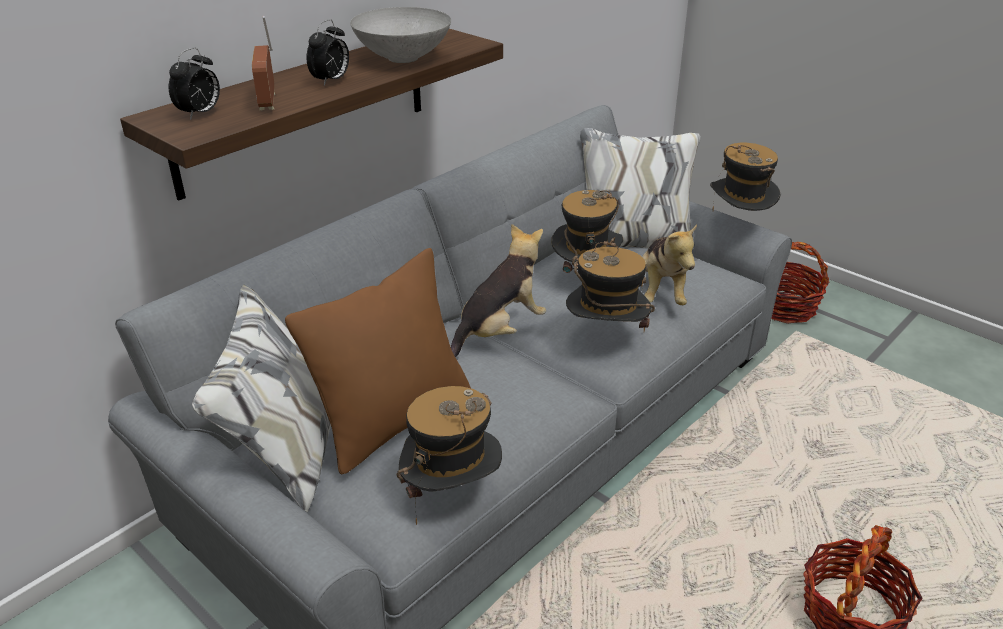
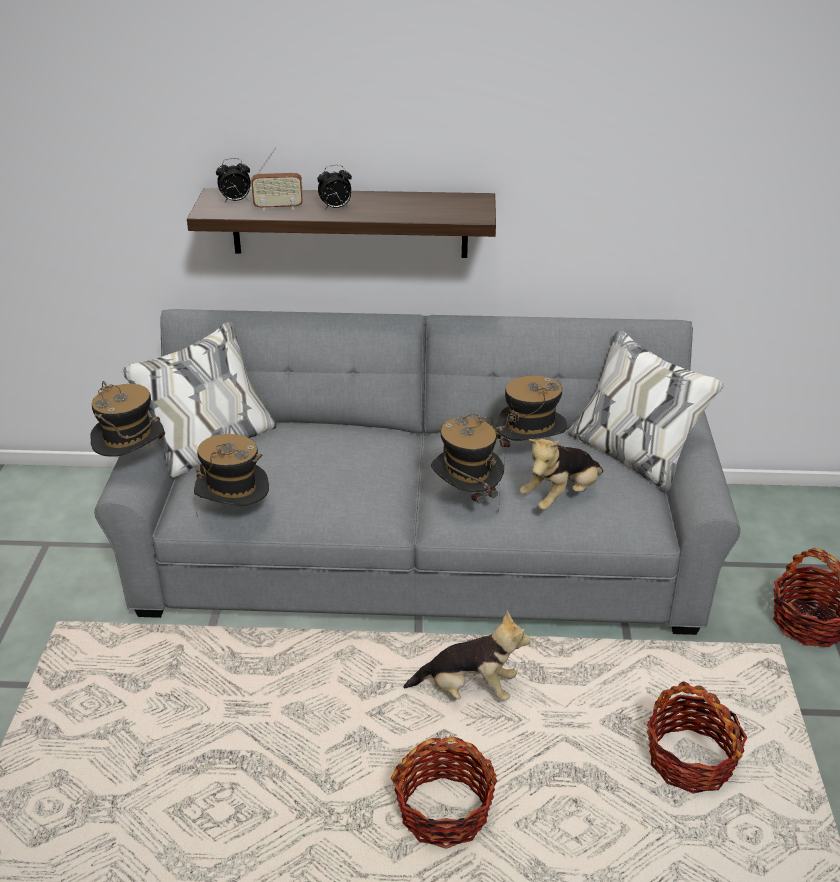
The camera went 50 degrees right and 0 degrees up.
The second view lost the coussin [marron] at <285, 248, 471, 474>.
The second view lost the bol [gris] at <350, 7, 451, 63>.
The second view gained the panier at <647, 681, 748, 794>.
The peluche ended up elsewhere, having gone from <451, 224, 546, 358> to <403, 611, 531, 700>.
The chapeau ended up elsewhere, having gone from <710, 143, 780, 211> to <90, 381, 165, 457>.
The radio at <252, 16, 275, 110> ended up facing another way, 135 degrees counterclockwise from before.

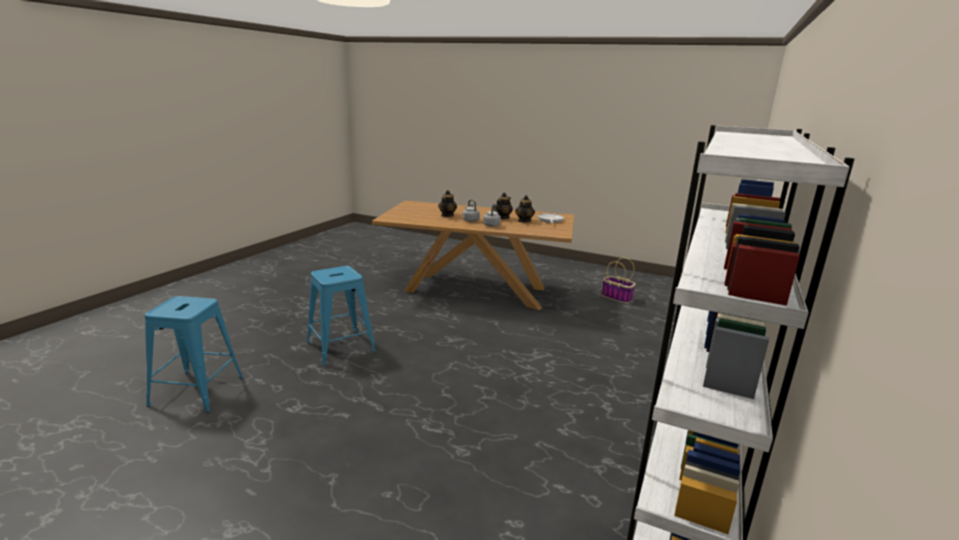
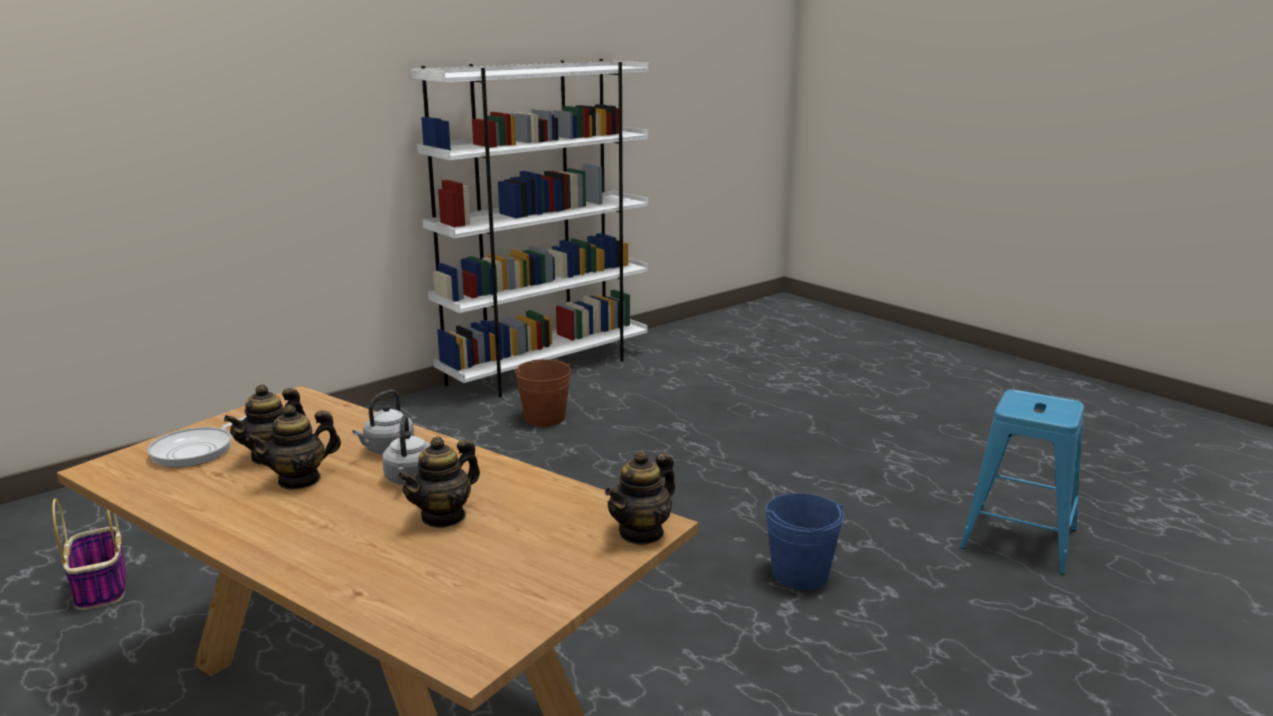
The camera went 155 degrees left and 0 degrees up.
The second view gained the seau [marron] at <515, 359, 571, 427>.
The second view gained the théière at <605, 450, 675, 545>.
Where the tabouret [bleu] stood at <307, 266, 376, 366>, the seau [bleu] came to stand at <765, 493, 844, 590>.

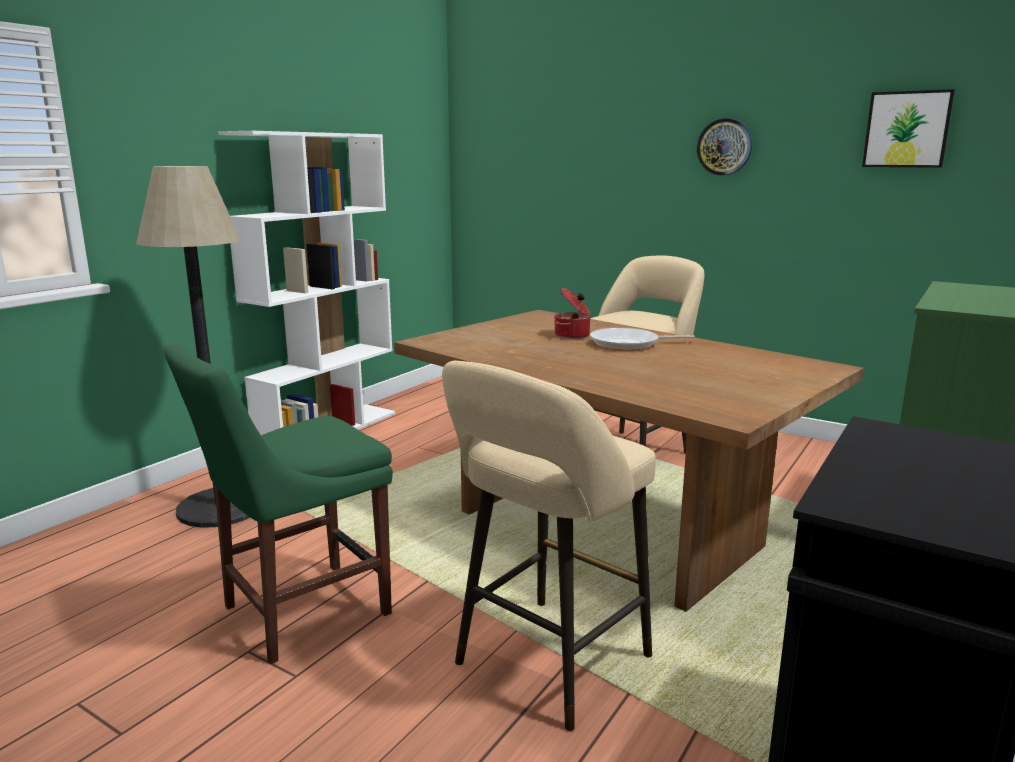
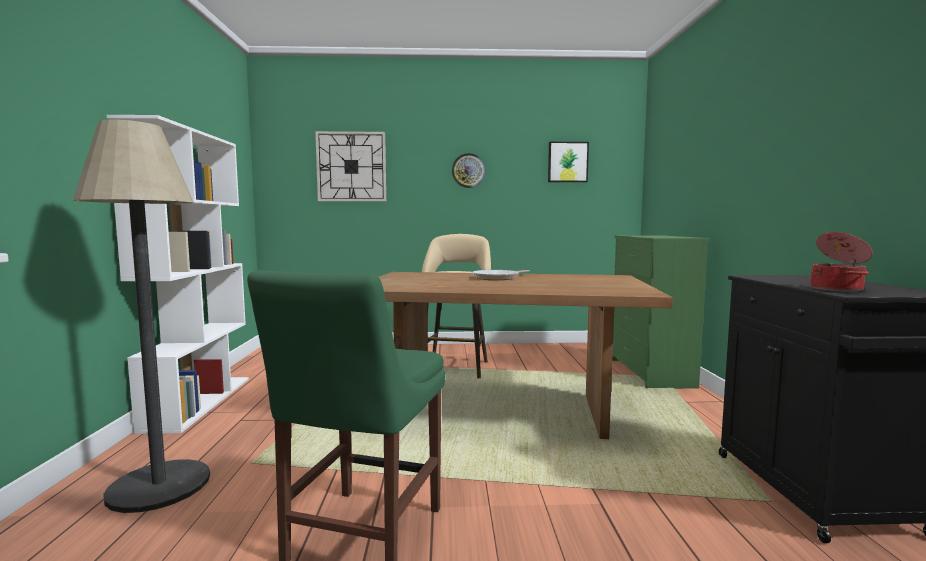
The camera went 35 degrees left and 10 degrees down.
The second view lost the tabouret [beige] at <442, 361, 656, 731>.
The second view gained the horloge murale at <315, 131, 386, 201>.
The marmite ended up elsewhere, having gone from <554, 288, 590, 339> to <811, 232, 873, 292>.

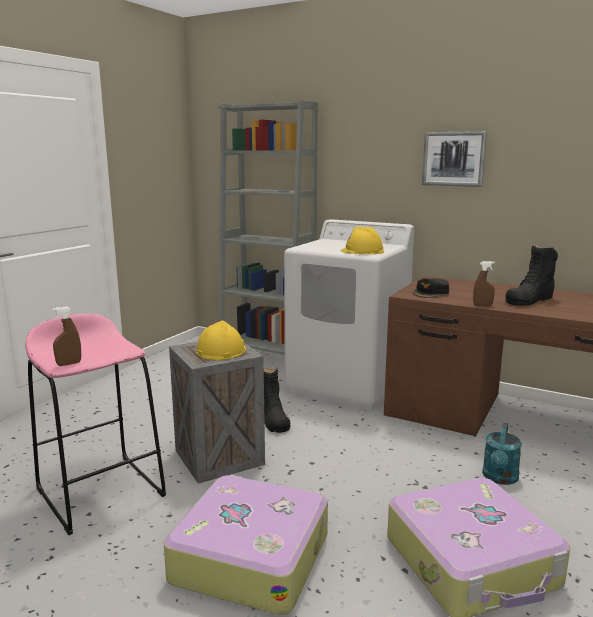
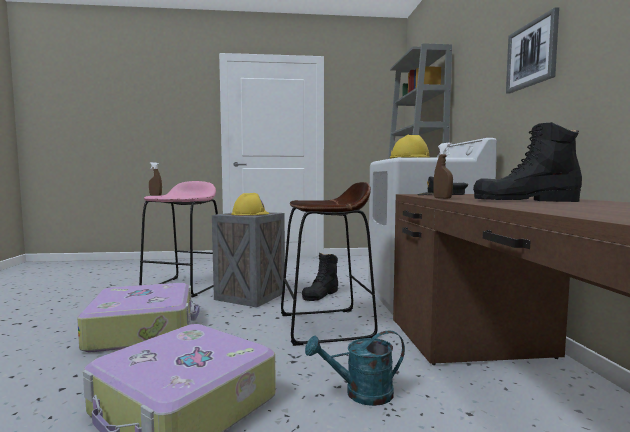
The camera went 55 degrees right and 10 degrees down.
The second view gained the tabouret [marron] at <281, 182, 378, 346>.

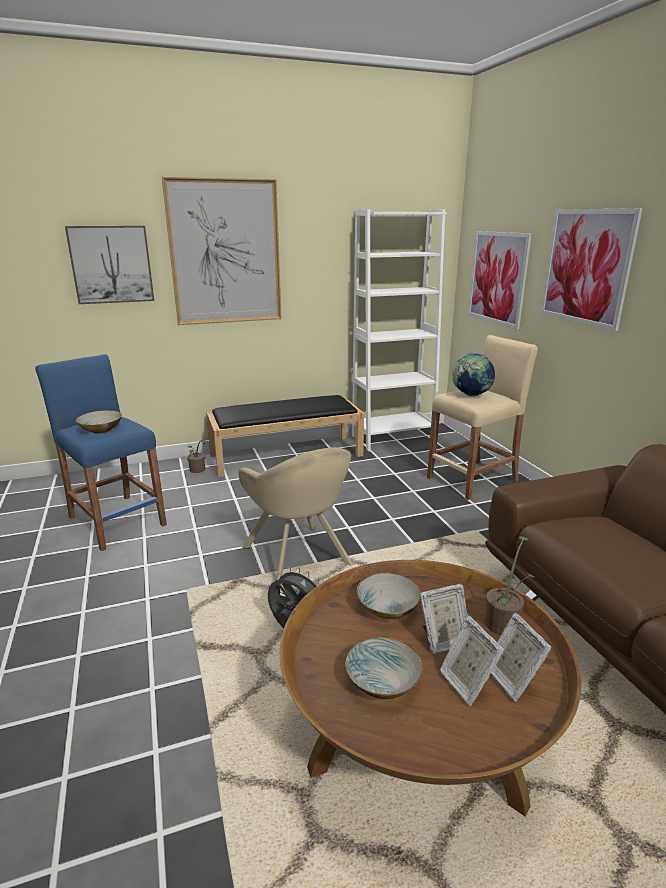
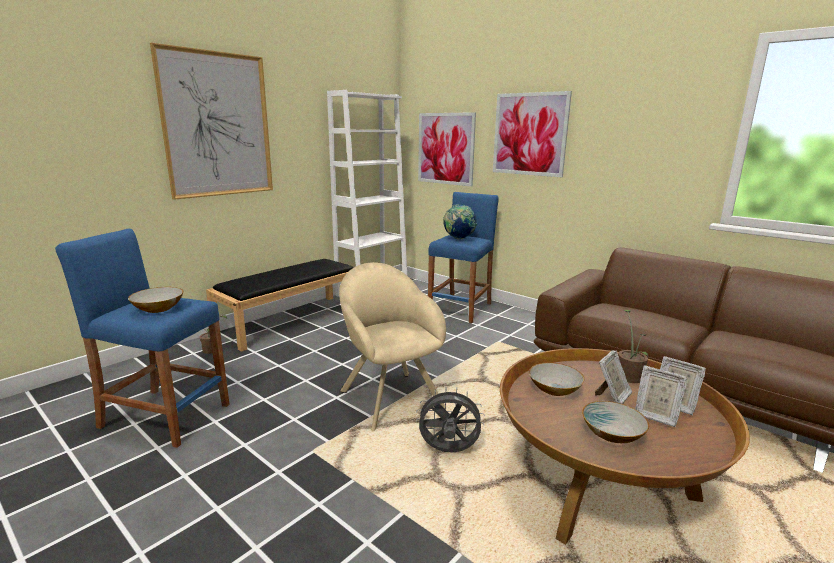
The camera went 30 degrees left and 5 degrees down.
The second view lost the tableau at <65, 226, 154, 304>.
What was the tabouret [beige] at <427, 335, 538, 500> turned into the tabouret [bleu] at <428, 192, 499, 323>.
The fauteuil [beige] at <239, 448, 353, 580> ended up facing another way, 150 degrees counterclockwise from before.

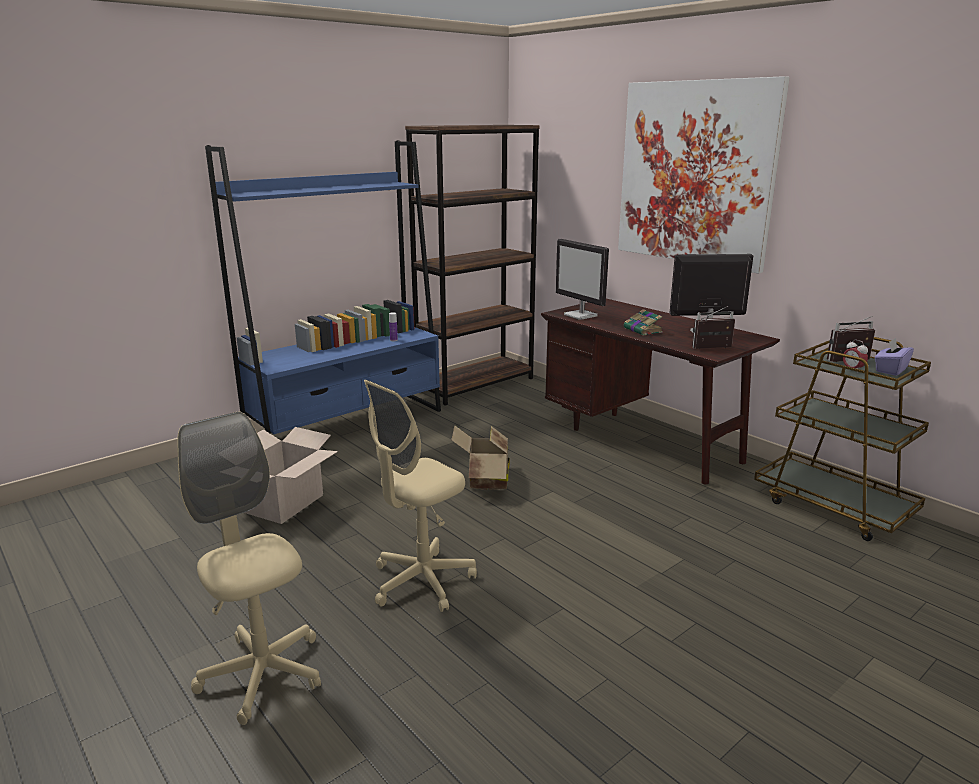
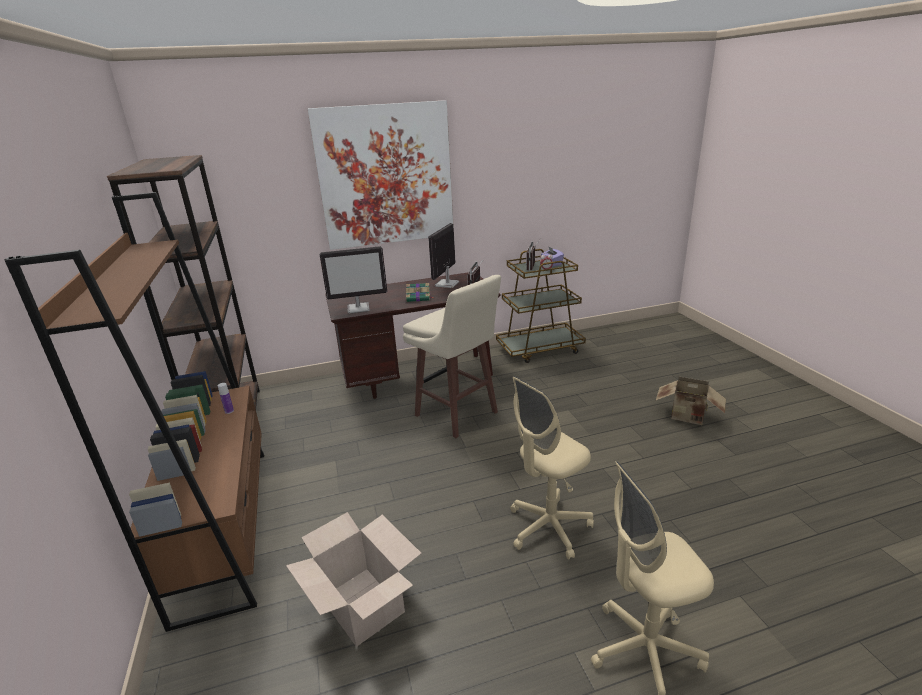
The camera went 65 degrees left and 5 degrees up.
The second view gained the tabouret [beige] at <403, 275, 501, 438>.
The carton ended up elsewhere, having gone from <451, 425, 510, 490> to <656, 376, 726, 425>.
What was the bibliothèque [bleu] at <205, 141, 441, 434> turned into the bibliothèque [marron] at <5, 192, 264, 632>.
The chaise de bureau [beige] at <364, 380, 477, 612> ended up facing another way, 75 degrees clockwise from before.

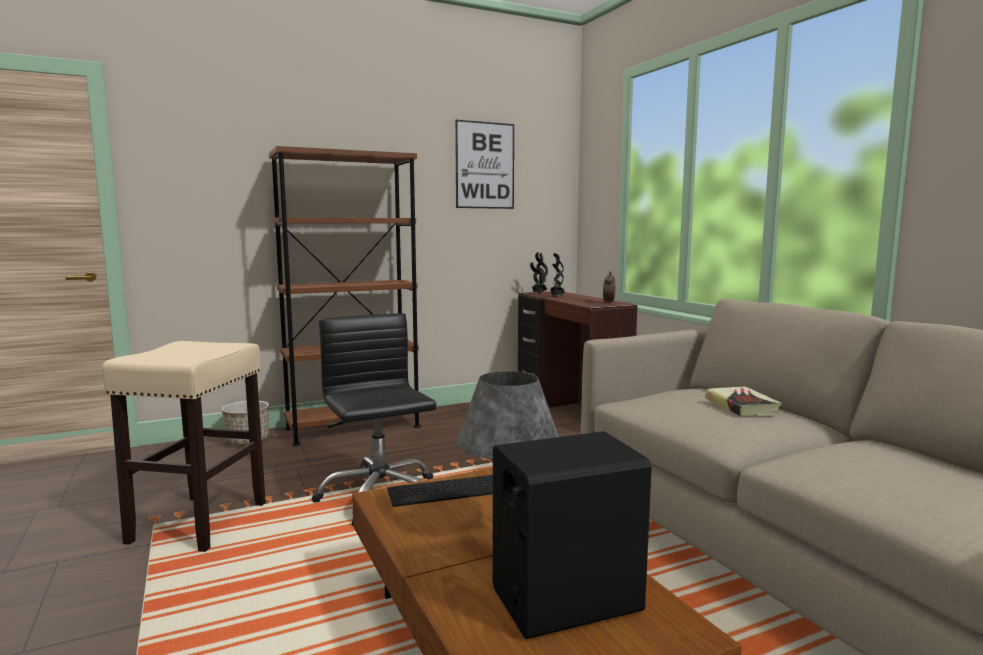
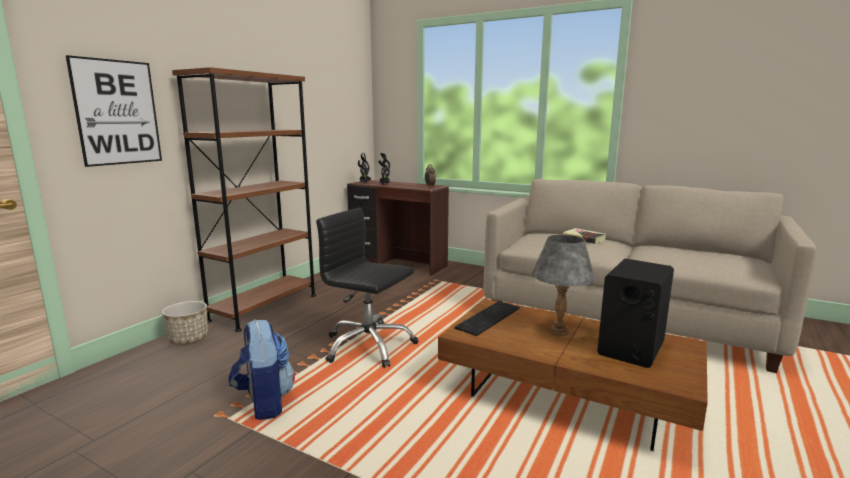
The camera went 35 degrees left and 5 degrees up.
The tableau ended up elsewhere, having gone from <455, 120, 514, 209> to <66, 55, 162, 167>.
Where the tabouret [beige] stood at <102, 341, 266, 552>, the sac à dos came to stand at <228, 319, 295, 420>.

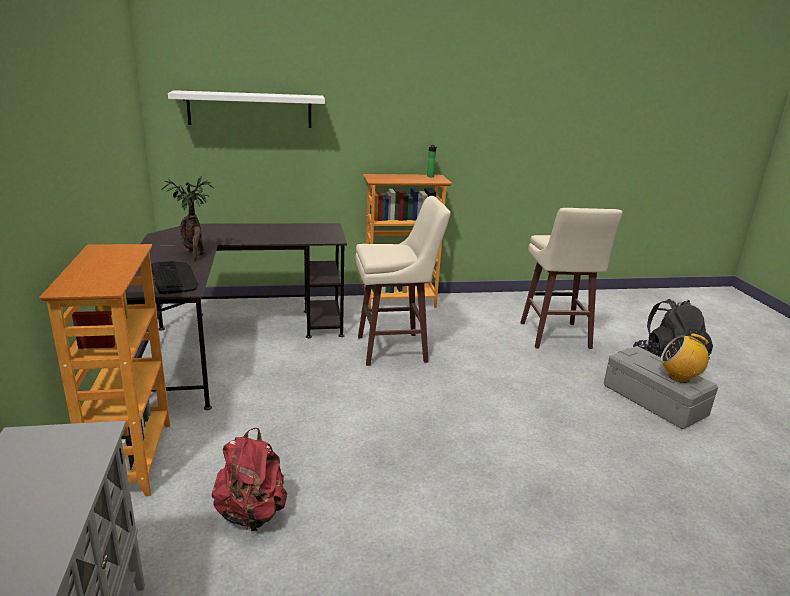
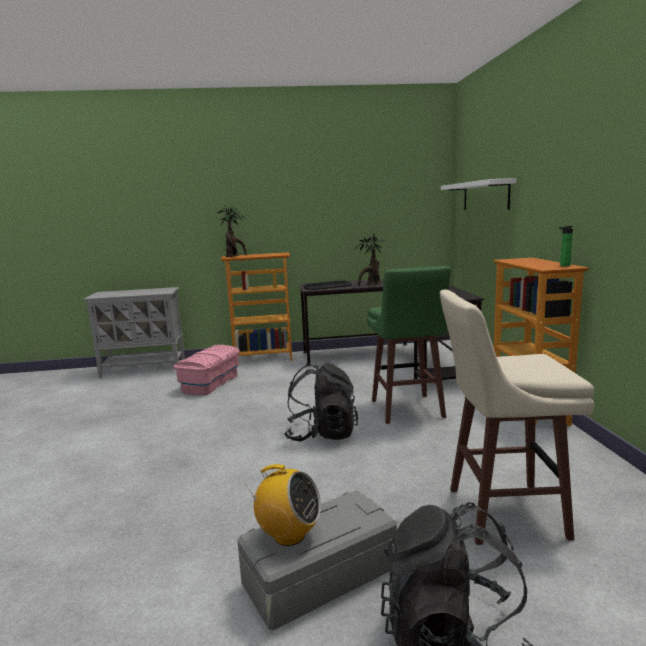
The camera went 95 degrees right and 10 degrees down.
The second view gained the plante en pot at <216, 205, 247, 257>.
The second view gained the sac à dos [noir] at <284, 363, 358, 442>.
Where the sac à dos [rouge] stood at <212, 428, 287, 531>, the boîte de rangement [rose] came to stand at <174, 345, 240, 395>.
What was the tabouret [beige] at <355, 196, 451, 366> turned into the tabouret [vert] at <367, 266, 451, 424>.
The radio at <661, 334, 709, 383> ended up facing another way, 90 degrees clockwise from before.

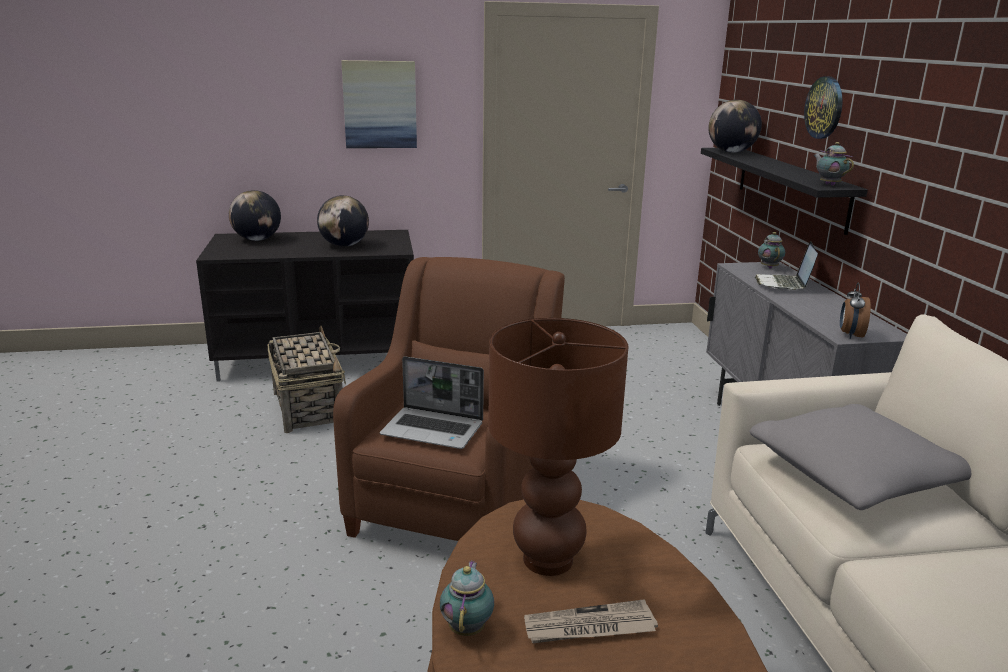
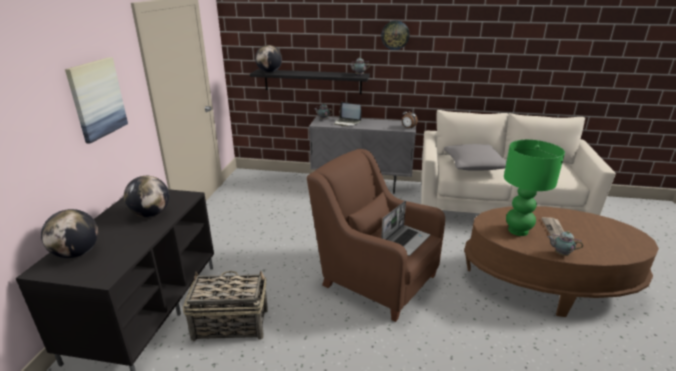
The camera went 70 degrees left and 5 degrees up.
The horloge murale ended up elsewhere, having gone from <804, 76, 842, 139> to <381, 20, 409, 50>.
What was the lampe de table [marron] at <488, 318, 629, 576> turned into the lampe de table [vert] at <504, 140, 565, 236>.

